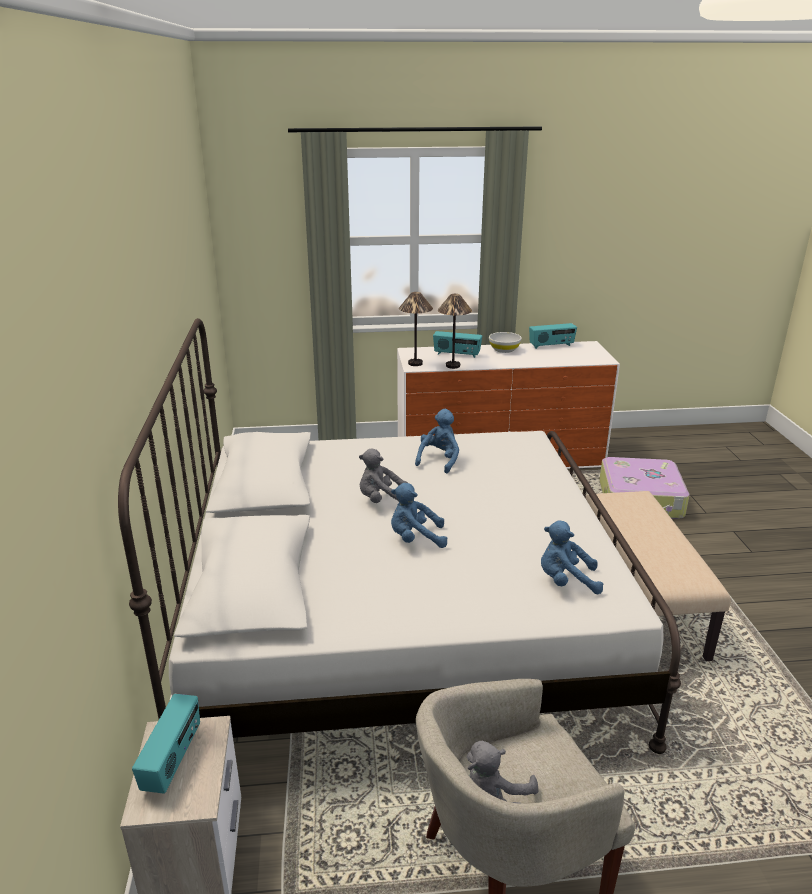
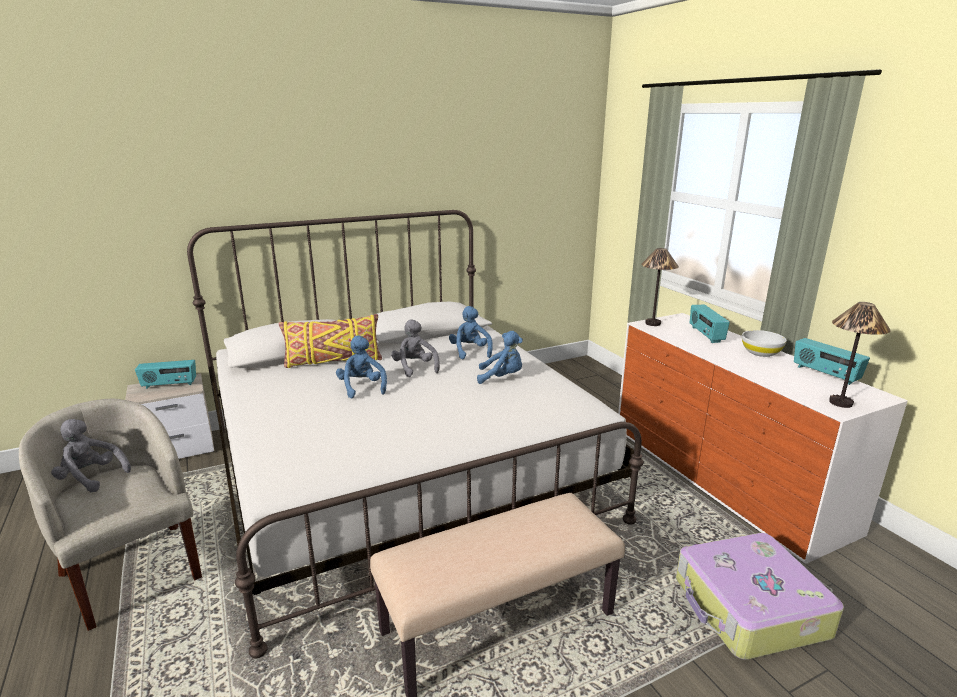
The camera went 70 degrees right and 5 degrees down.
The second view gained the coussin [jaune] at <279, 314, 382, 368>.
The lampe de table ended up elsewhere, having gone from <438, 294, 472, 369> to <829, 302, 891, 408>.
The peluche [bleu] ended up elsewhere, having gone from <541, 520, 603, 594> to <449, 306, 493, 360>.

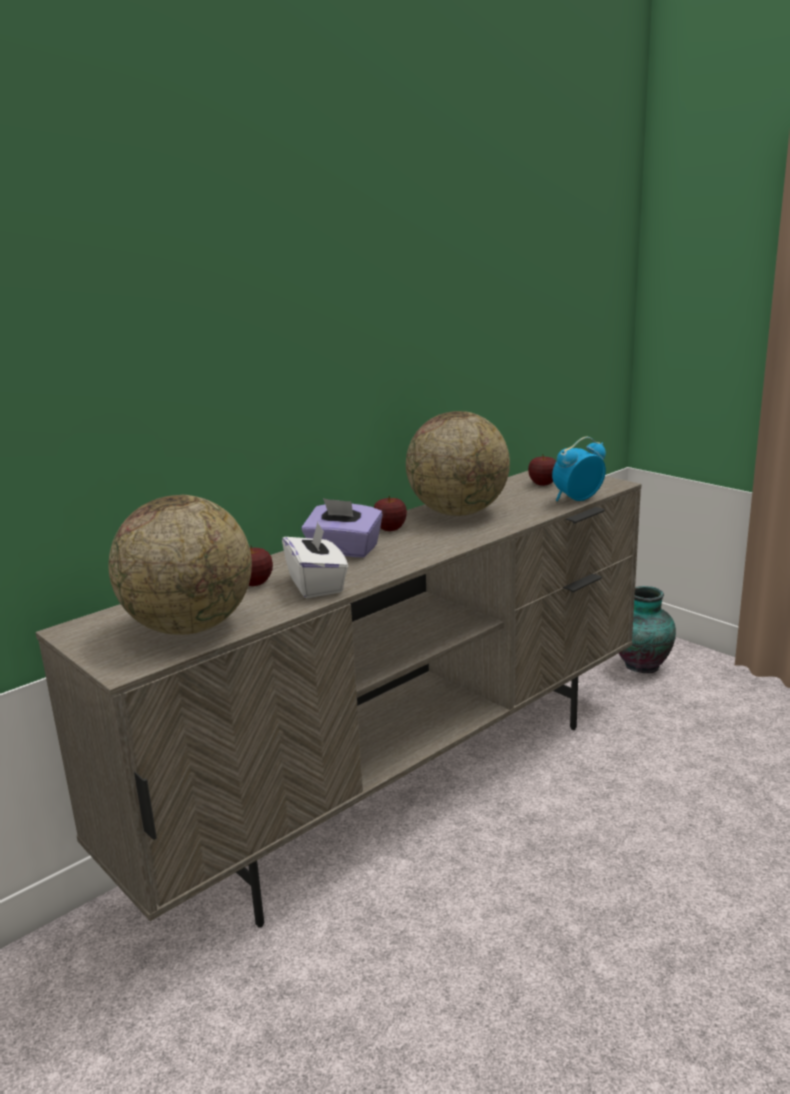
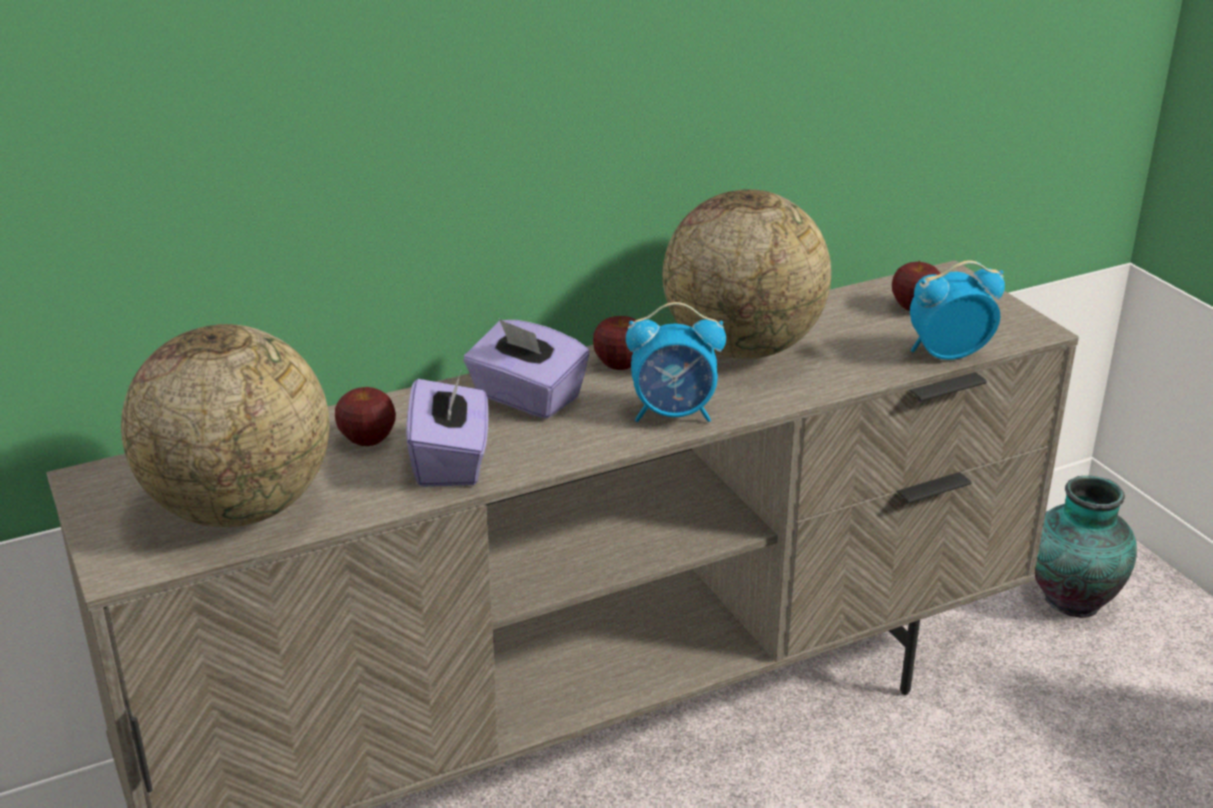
The camera went 15 degrees right and 10 degrees up.
The second view gained the réveil at <626, 302, 726, 422>.
What was the boîte à mouchoirs [blanc] at <282, 522, 348, 598> turned into the boîte à mouchoirs [violet] at <406, 369, 488, 487>.

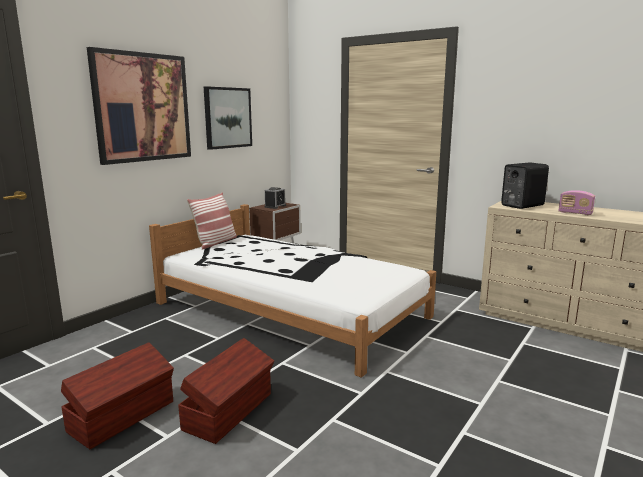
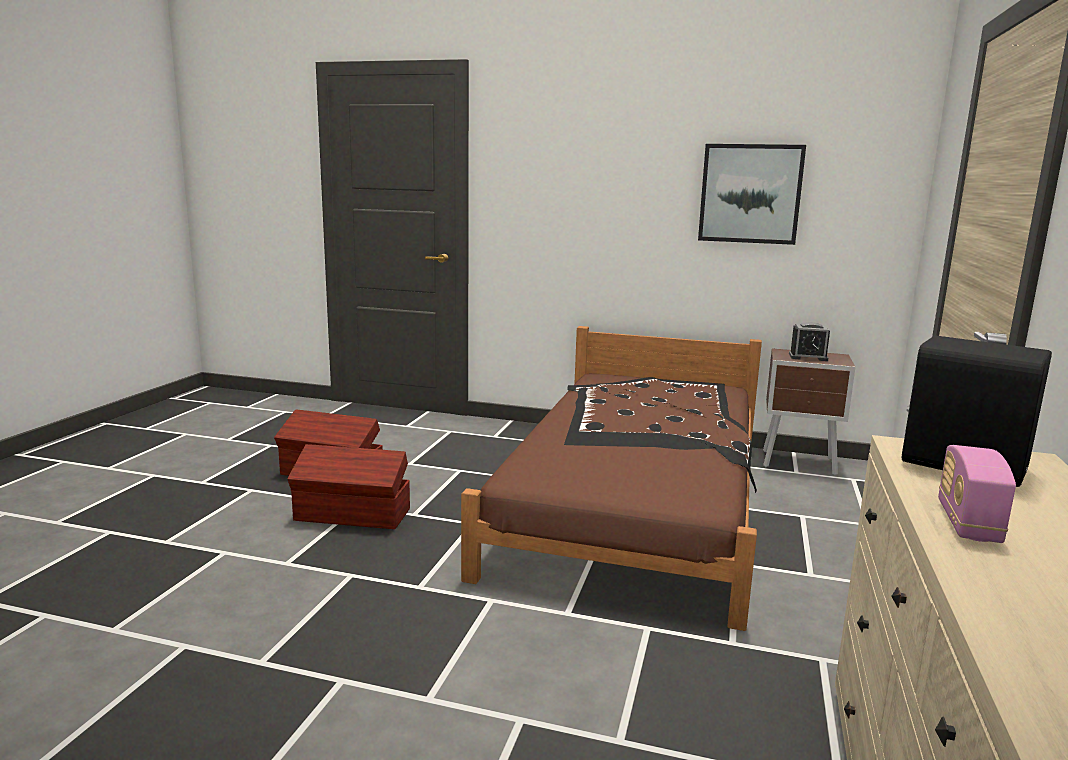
The camera went 70 degrees right and 0 degrees up.
The second view lost the tableau at <87, 47, 191, 165>.
The second view lost the coussin at <187, 192, 237, 250>.
What was the lit [blanc] at <149, 204, 436, 378> turned into the lit [marron] at <461, 326, 762, 631>.

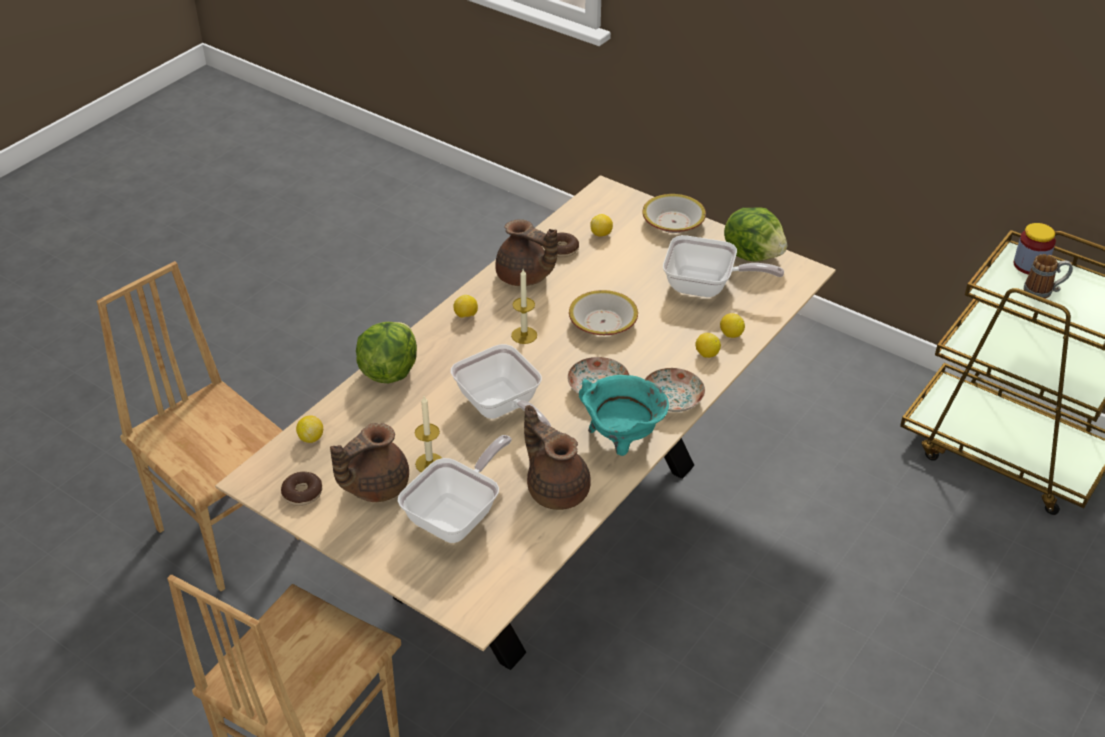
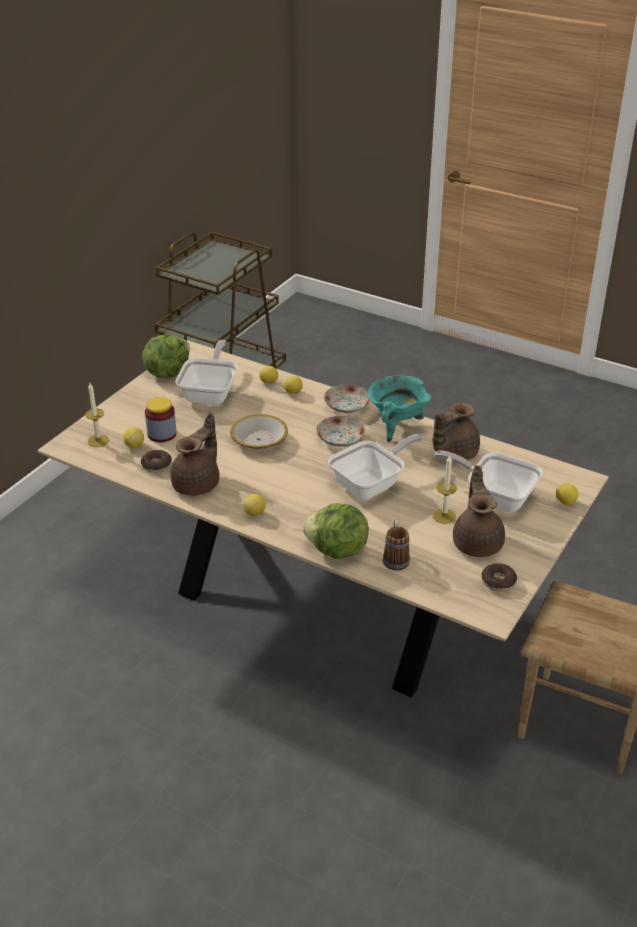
The camera went 95 degrees left and 5 degrees down.
The second view lost the chaise [marron] at <96, 261, 299, 591>.
The second view lost the bol at <642, 194, 706, 233>.
The citron ended up elsewhere, having gone from <296, 415, 323, 443> to <556, 483, 579, 505>.
The bougie ended up elsewhere, having gone from <511, 269, 537, 344> to <85, 383, 109, 447>.
The bocal ended up elsewhere, having gone from <1013, 223, 1056, 275> to <145, 397, 177, 442>.
The mug ended up elsewhere, having gone from <1023, 254, 1073, 299> to <383, 519, 410, 571>.
The théière [marron] at <330, 423, 409, 502> ended up facing another way, 135 degrees counterclockwise from before.

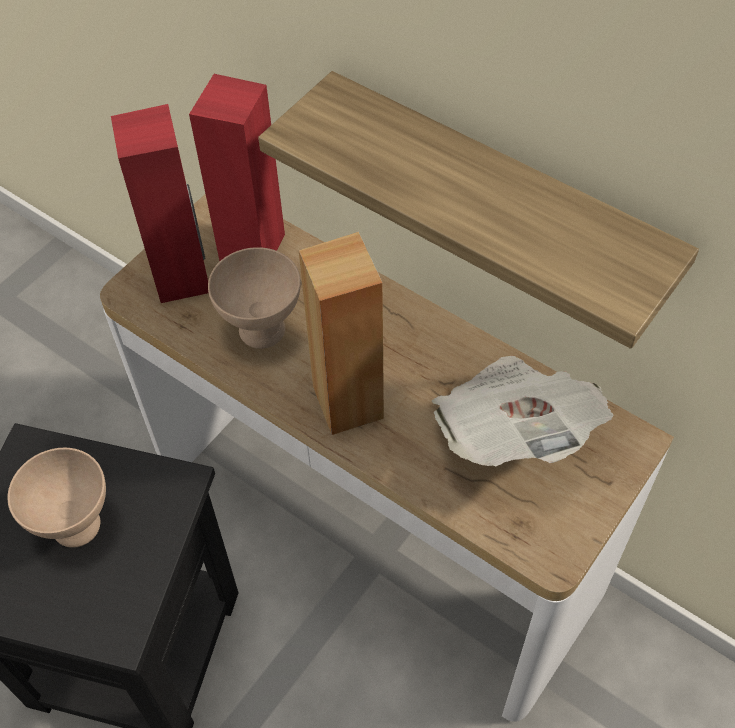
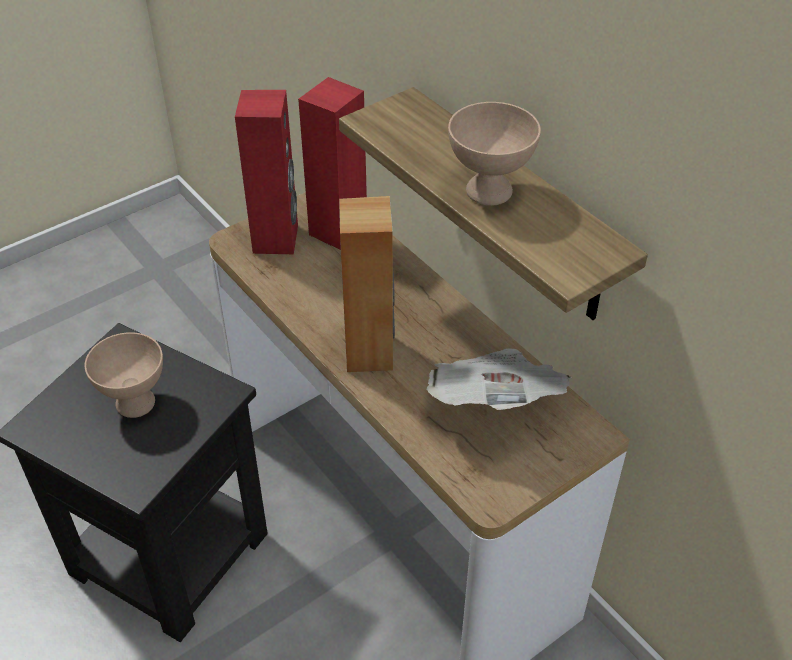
The camera went 15 degrees right and 10 degrees down.
The bol [beige] ended up elsewhere, having gone from <208, 247, 301, 349> to <448, 102, 541, 206>.

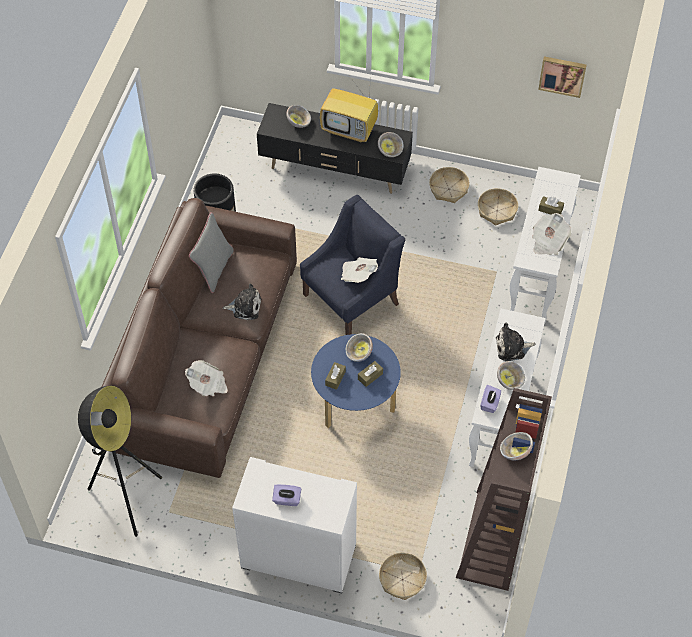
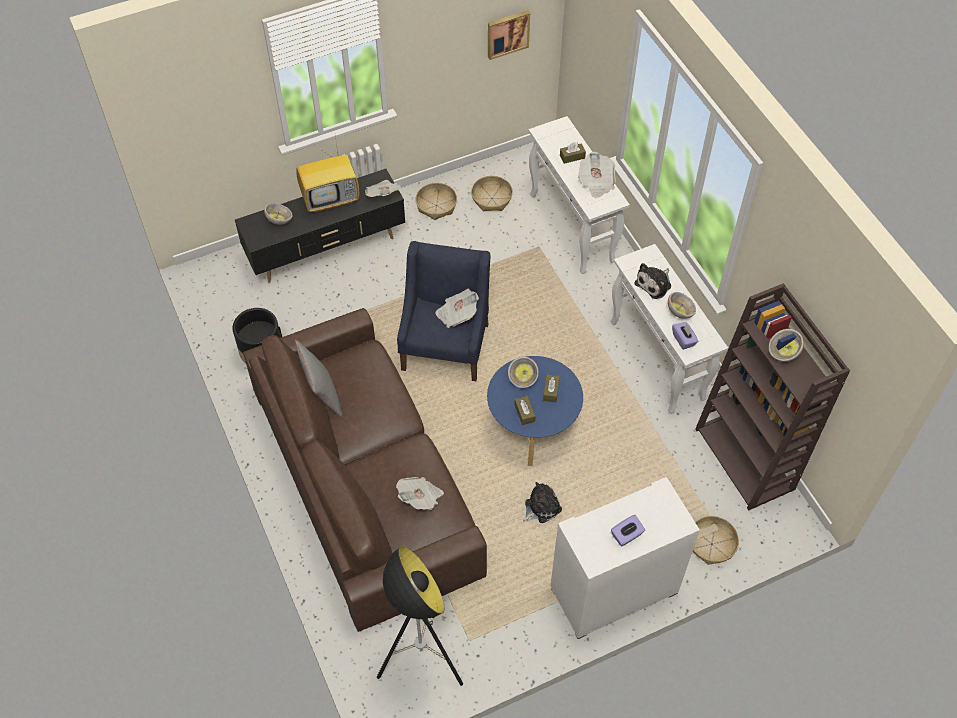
The camera went 40 degrees left and 0 degrees up.
The peluche ended up elsewhere, having gone from <223, 283, 261, 320> to <523, 482, 562, 523>.
Where the bol stood at <378, 132, 404, 157>, the journal came to stand at <365, 180, 402, 197>.

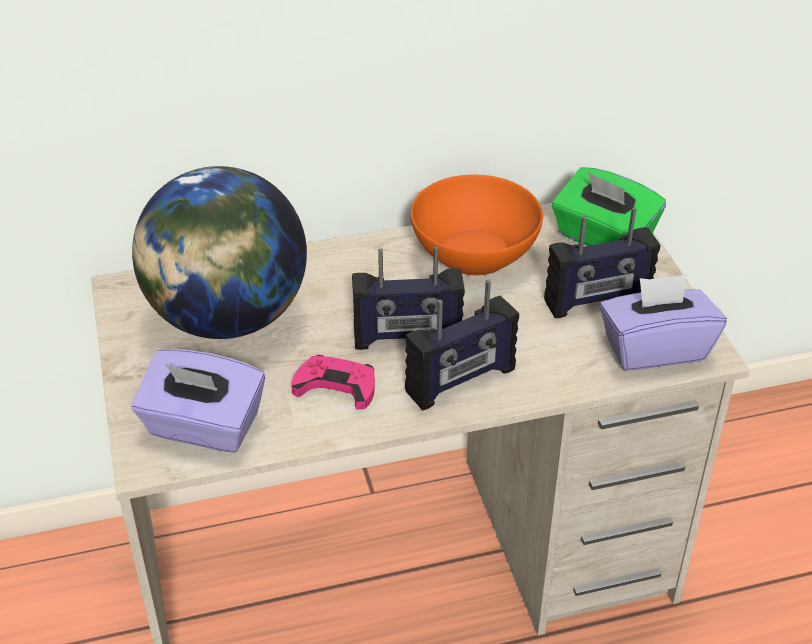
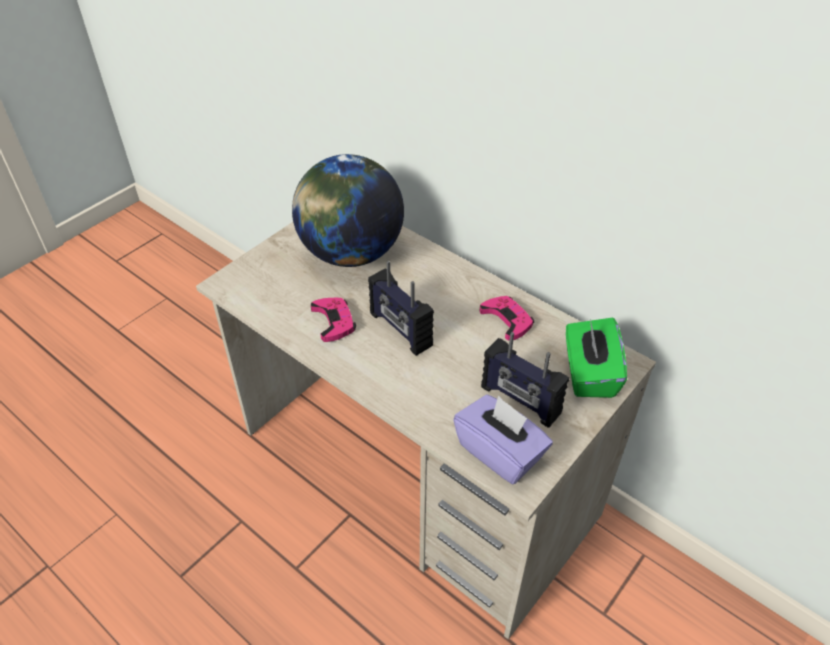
The camera went 55 degrees right and 5 degrees up.
The second view lost the boîte à mouchoirs [violet] at <131, 349, 265, 453>.
The second view lost the radio at <405, 280, 519, 411>.
Where the bol [orange] stood at <410, 174, 543, 275>, the manette [rose] came to stand at <480, 296, 534, 340>.

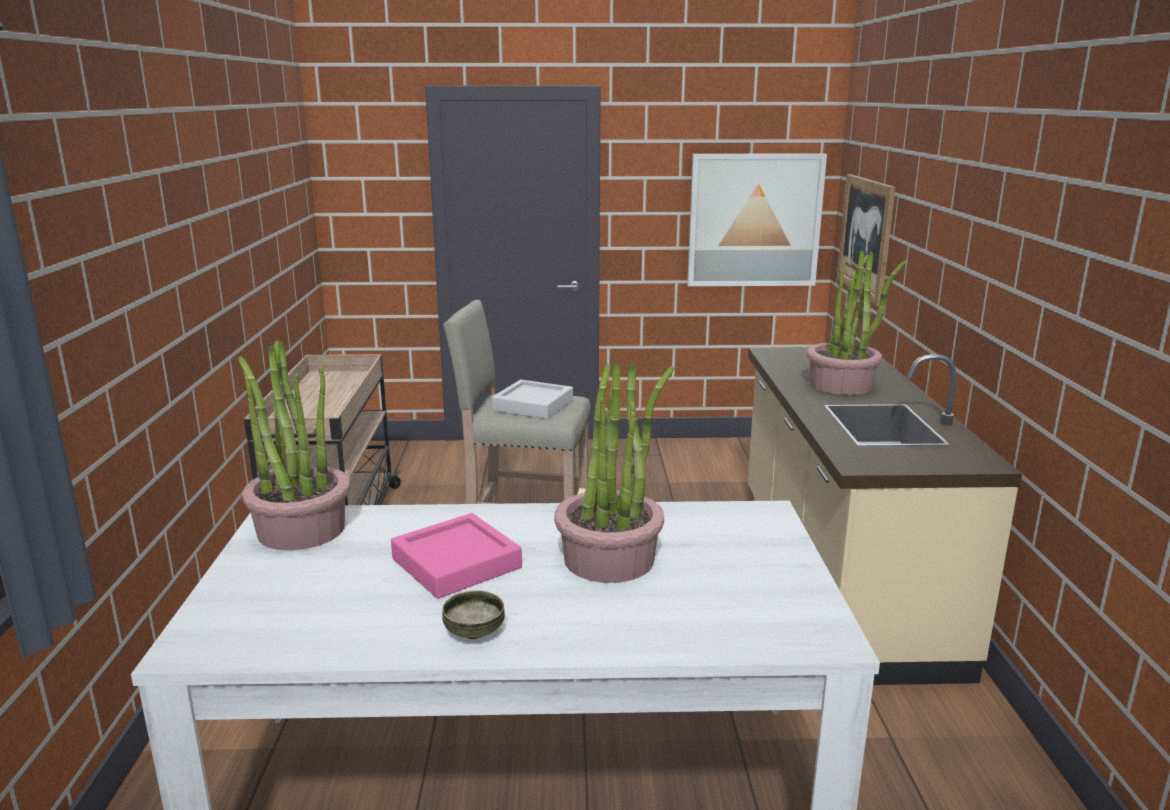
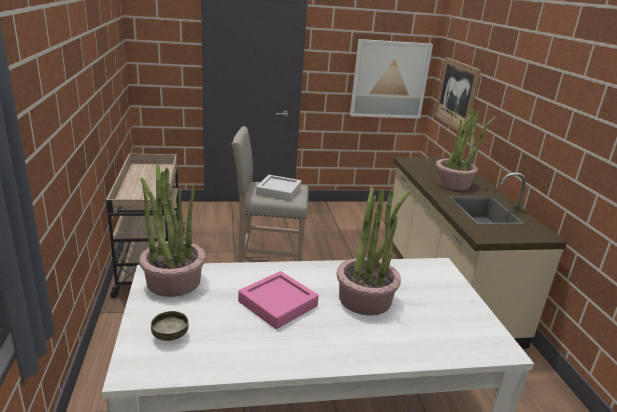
The camera went 10 degrees left and 5 degrees up.
The bol ended up elsewhere, having gone from <442, 590, 505, 639> to <151, 311, 189, 341>.

